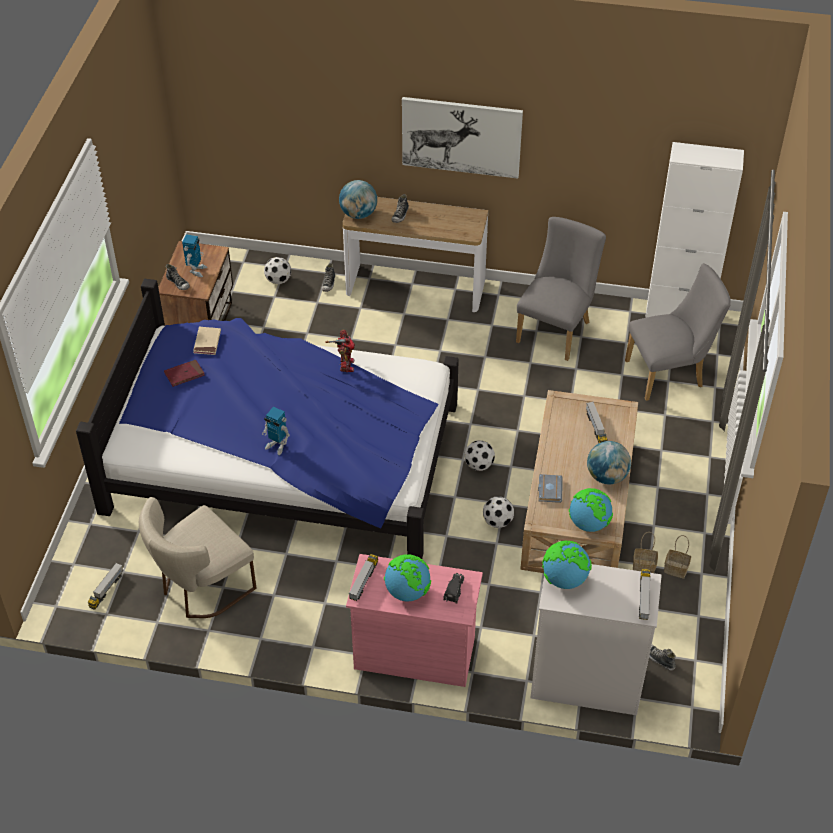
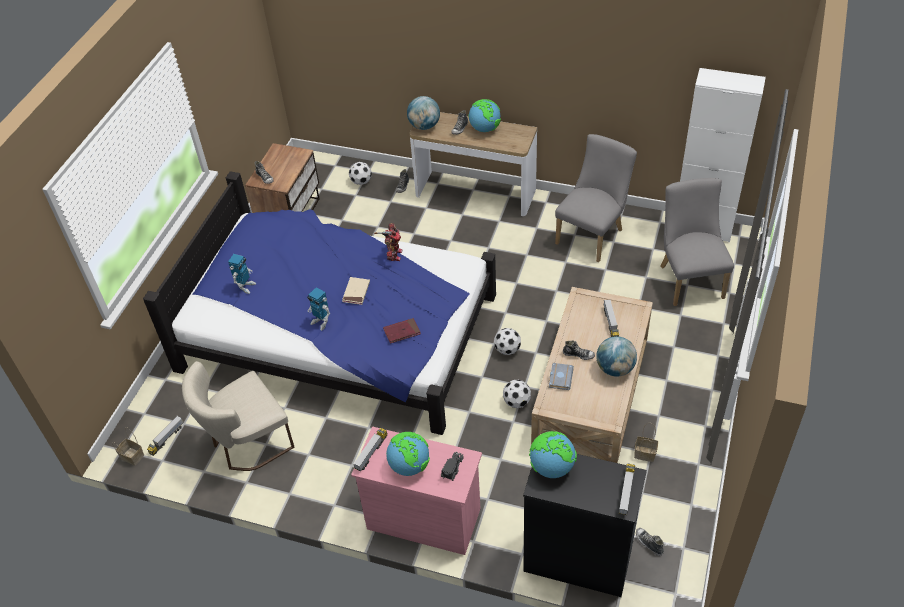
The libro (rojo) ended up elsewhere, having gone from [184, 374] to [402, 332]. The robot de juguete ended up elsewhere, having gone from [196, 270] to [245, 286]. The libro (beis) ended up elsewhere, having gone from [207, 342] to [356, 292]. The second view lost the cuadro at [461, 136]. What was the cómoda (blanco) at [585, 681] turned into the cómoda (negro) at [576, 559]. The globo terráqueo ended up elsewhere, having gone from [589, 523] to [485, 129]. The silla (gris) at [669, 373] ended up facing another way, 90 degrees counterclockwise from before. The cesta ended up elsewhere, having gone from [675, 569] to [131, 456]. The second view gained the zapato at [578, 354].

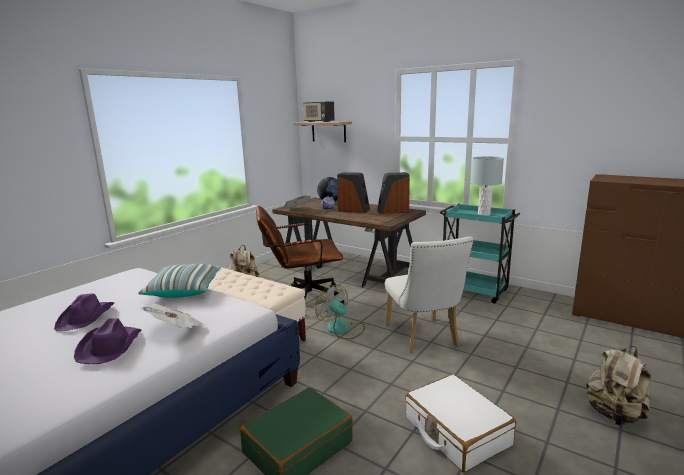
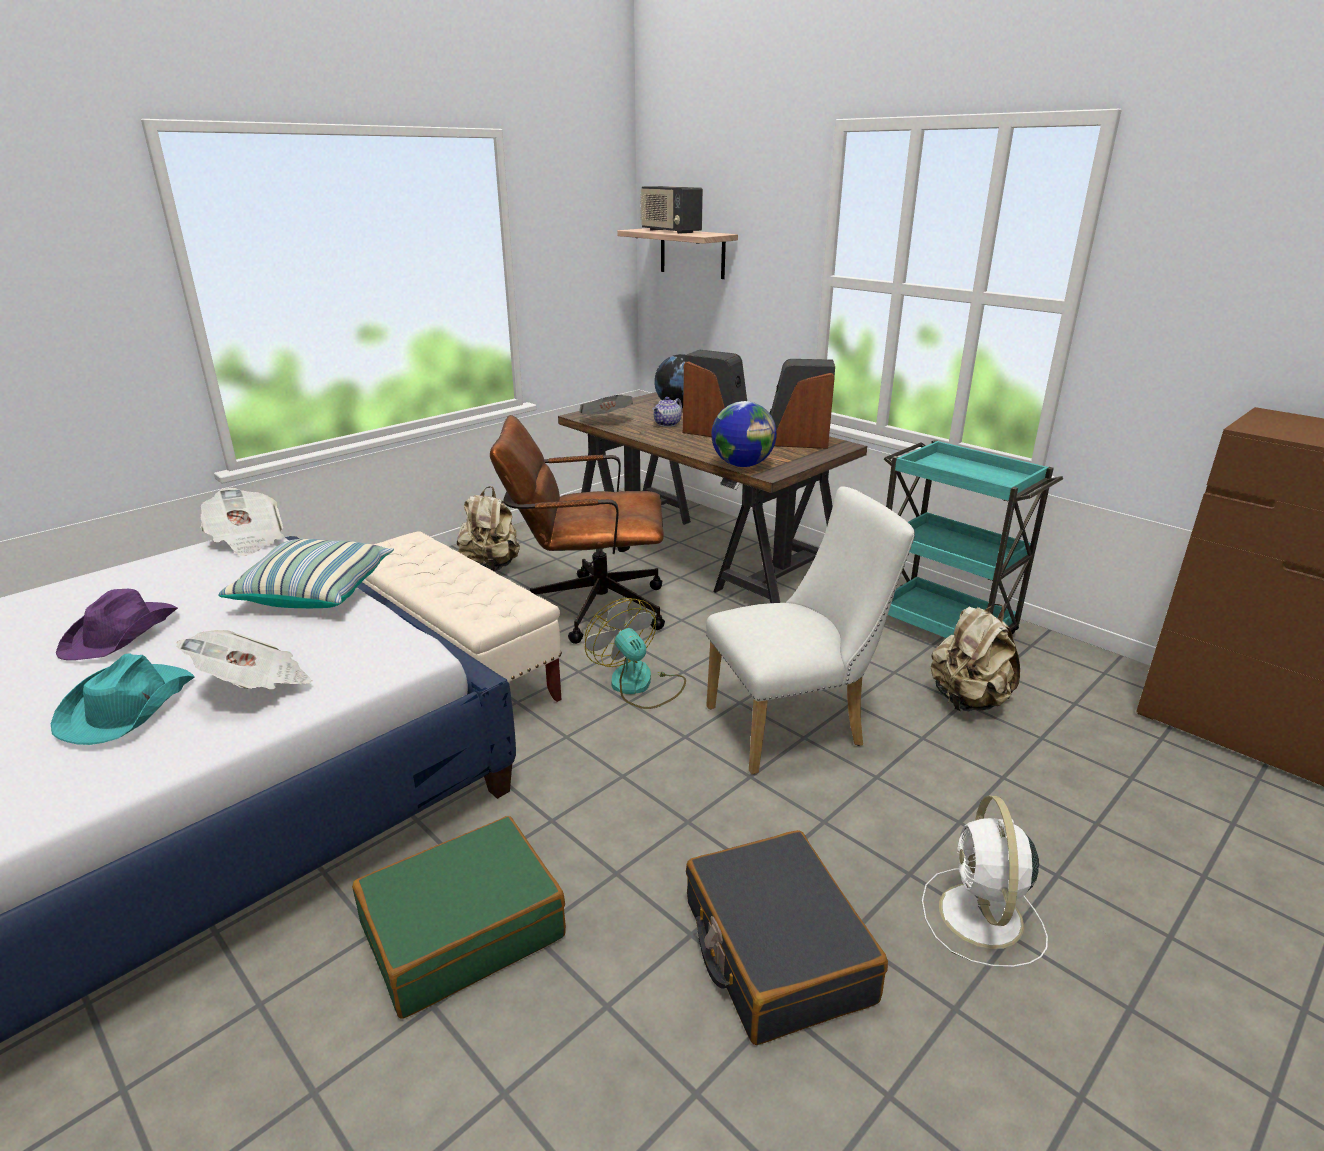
What was the sombrero (morado) at [110, 346] turned into the sombrero (turquesa) at [126, 707]. The silla (blanco) at [424, 337] ended up facing another way, 105 degrees counterclockwise from before. What was the maleta (blanco) at [456, 431] turned into the maleta (negro) at [775, 951]. The second view lost the lámpara de mesa (gris) at [484, 214]. The mochila (beis) ended up elsewhere, having gone from [615, 414] to [968, 700]. The second view gained the periódico at [247, 540]. The second view gained the globo terráqueo at [742, 465]. The second view gained the ventilador (blanco) at [981, 918].

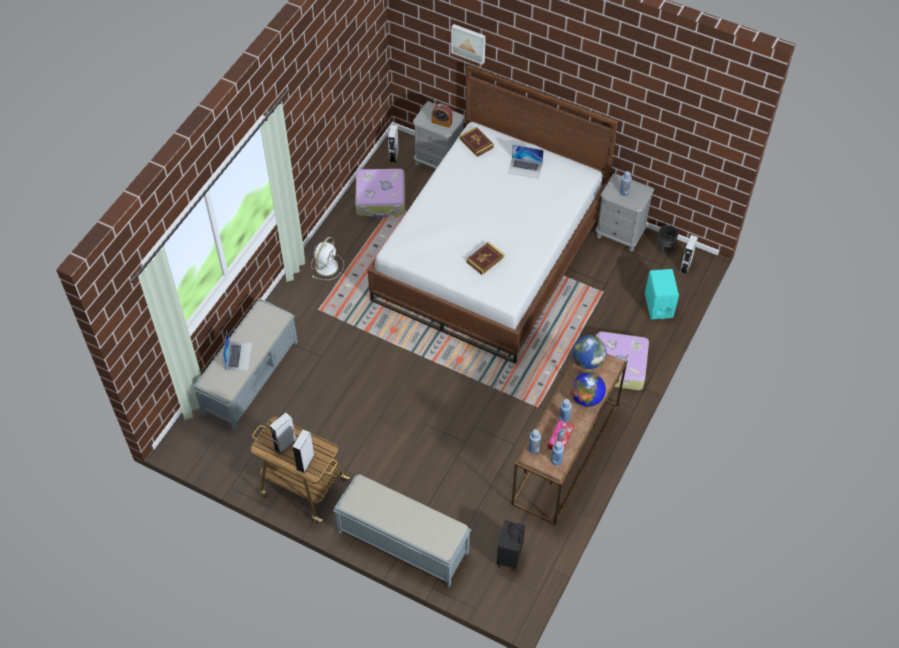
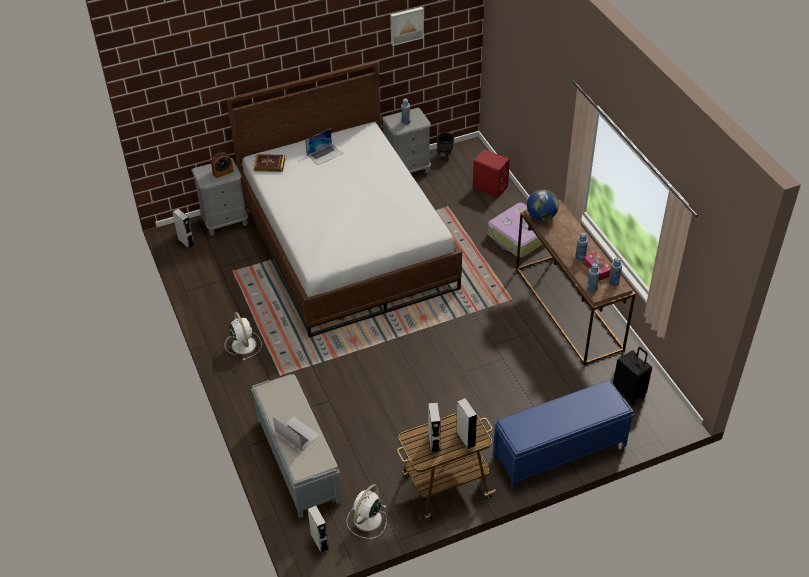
What was the banco (gris) at [402, 542] turned into the banco (azul) at [558, 451]. The second view lost the maleta at [381, 199]. The cuadro ended up elsewhere, having gone from [469, 43] to [406, 25]. The second view lost the libro at [485, 259]. The second view lost the globo terráqueo at [586, 398]. What was the altavoz (turquesa) at [658, 305] turned into the altavoz (rojo) at [489, 187]. The altavoz (gris) ended up elsewhere, having gone from [685, 266] to [320, 542]. The second view gained the ventilador (blanco) at [367, 520].

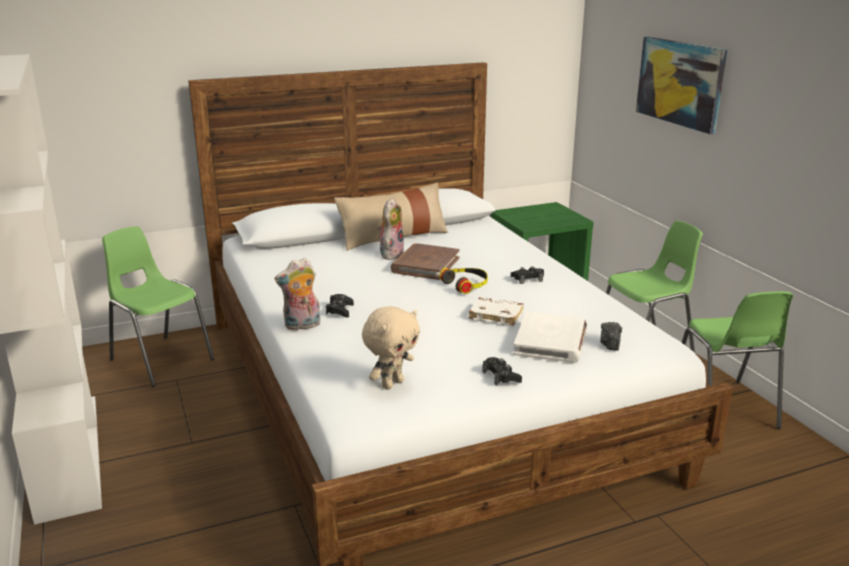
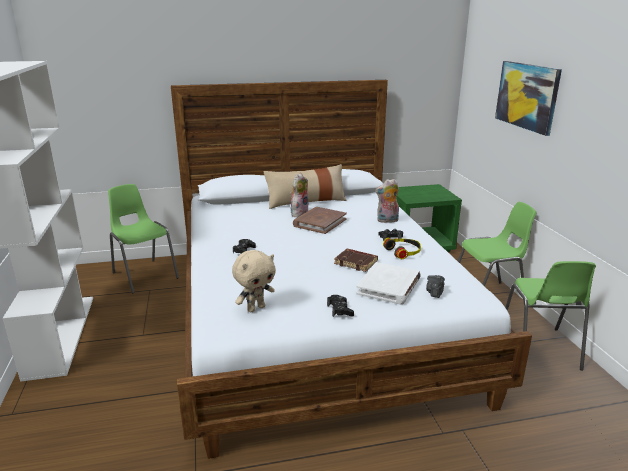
The peluche ended up elsewhere, having gone from [302, 326] to [387, 221]. The auriculares ended up elsewhere, having gone from [466, 284] to [403, 252]. What was the libro (blanco) at [497, 315] turned into the libro (marrón) at [356, 262].

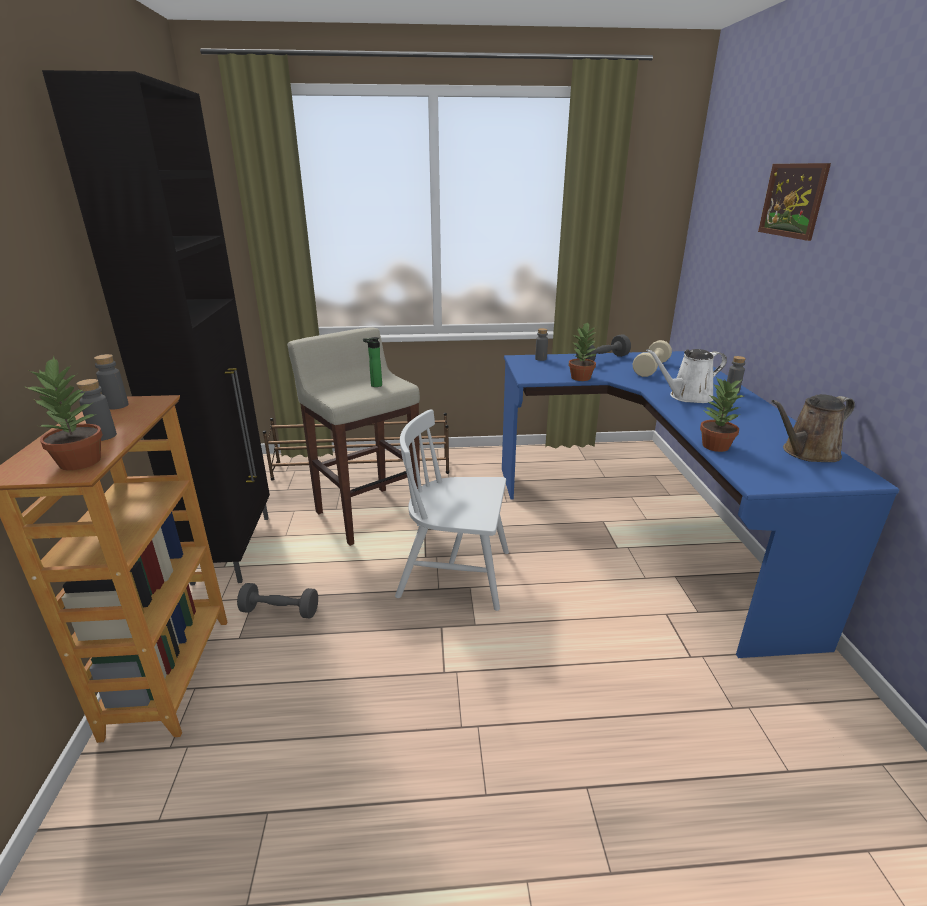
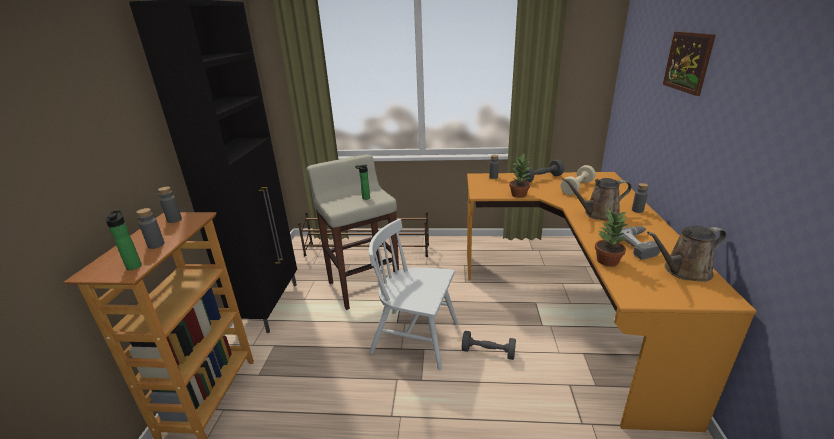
Where the planta en maceta stood at [81, 461], the botella came to stand at [134, 265]. The mancuerna (gris) ended up elsewhere, having gone from [280, 611] to [488, 352]. What was the escritorio (azul) at [646, 524] turned into the escritorio (naranja) at [569, 307]. What was the regadera (blanco) at [687, 397] turned into the regadera (marrón) at [598, 214]. The second view gained the taladro at [638, 245].

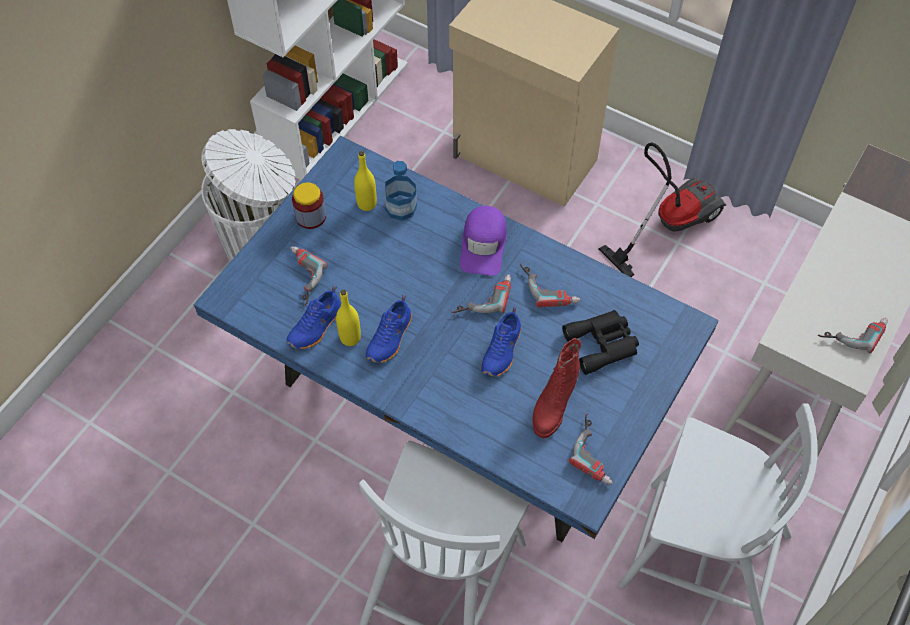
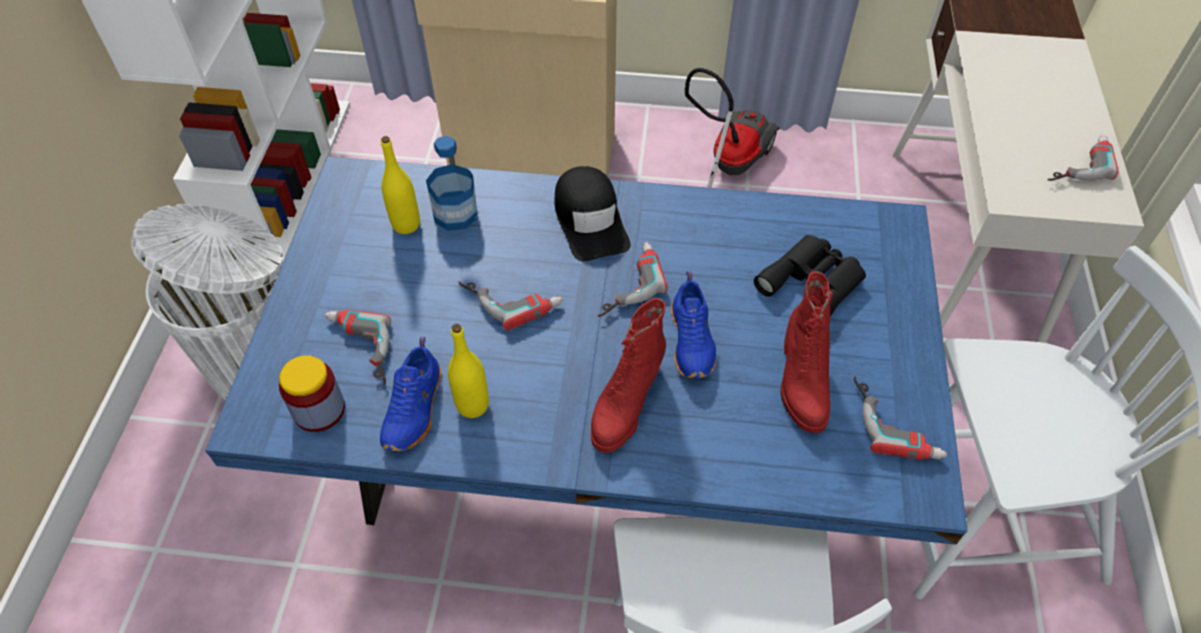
The tarro ended up elsewhere, having gone from [311, 216] to [319, 409]. The second view lost the zapato (azul) at [390, 338]. What was the gorra (morado) at [483, 245] turned into the gorra (negro) at [590, 220]. The taladro ended up elsewhere, having gone from [549, 286] to [512, 297]. The second view gained the bota (rojo) at [625, 404].

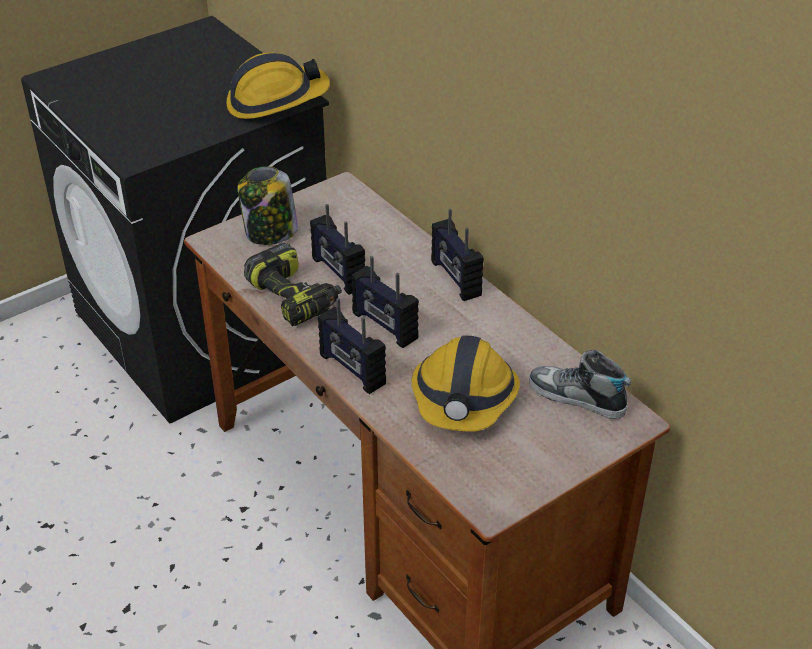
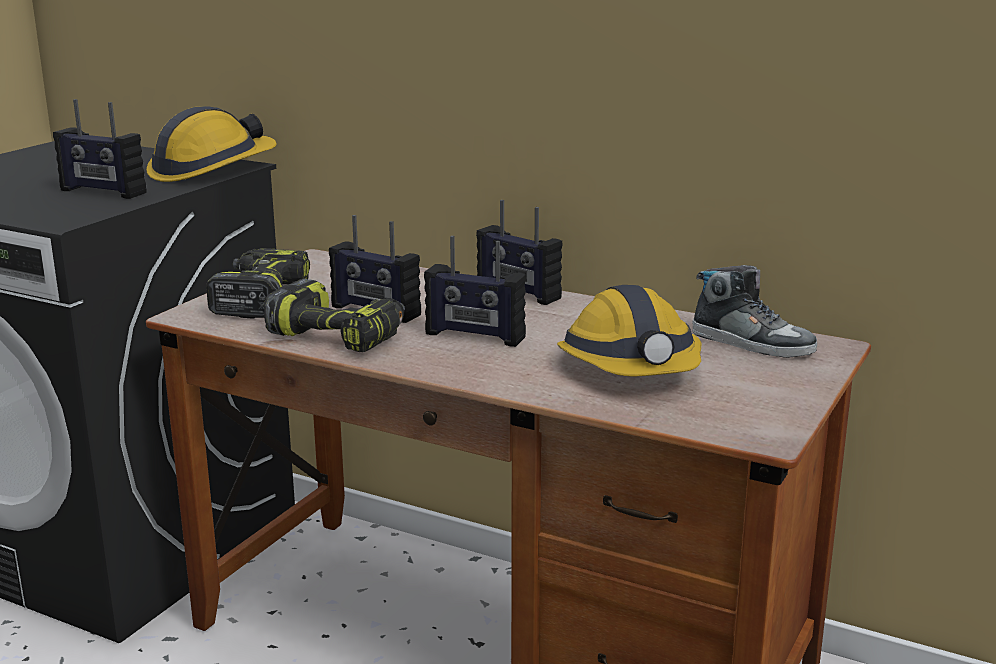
Where the tarro stood at [270, 233], the taladro came to stand at [259, 298]. The radio ended up elsewhere, having gone from [351, 370] to [102, 192]. The zapato at [577, 397] ended up facing another way, 150 degrees counterclockwise from before.

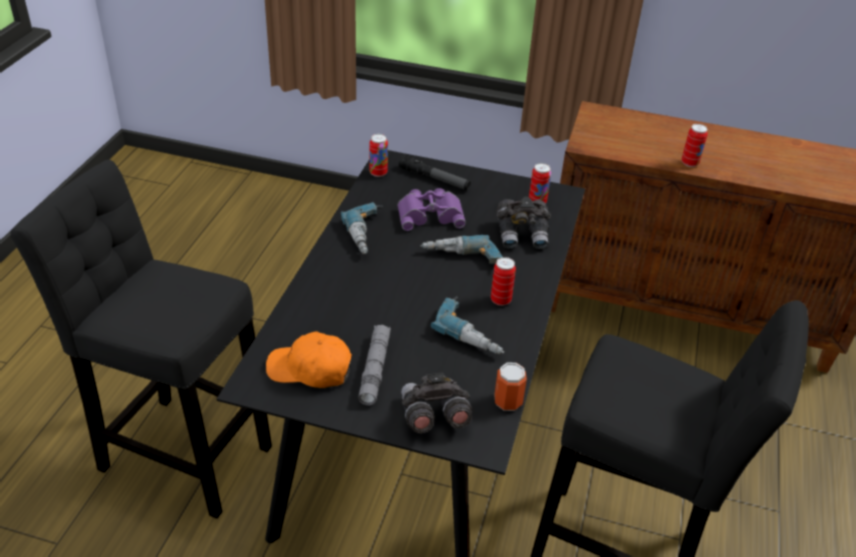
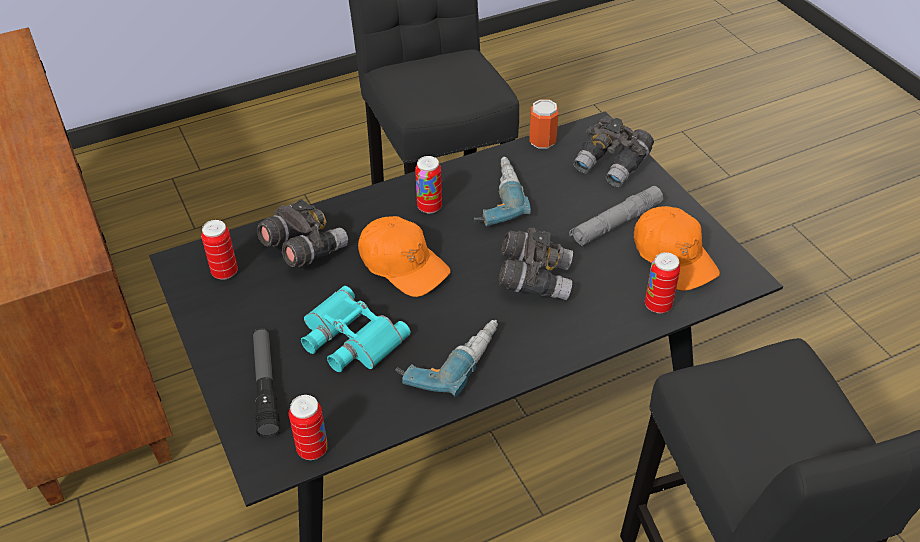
What was the prismáticos (morado) at [430, 214] turned into the prismáticos (turquesa) at [349, 338]. Where the taladro stood at [461, 260], the gorra (naranja) came to stand at [403, 265]. The lata ended up elsewhere, having gone from [689, 163] to [658, 305]. The second view gained the prismáticos (gris) at [534, 279].

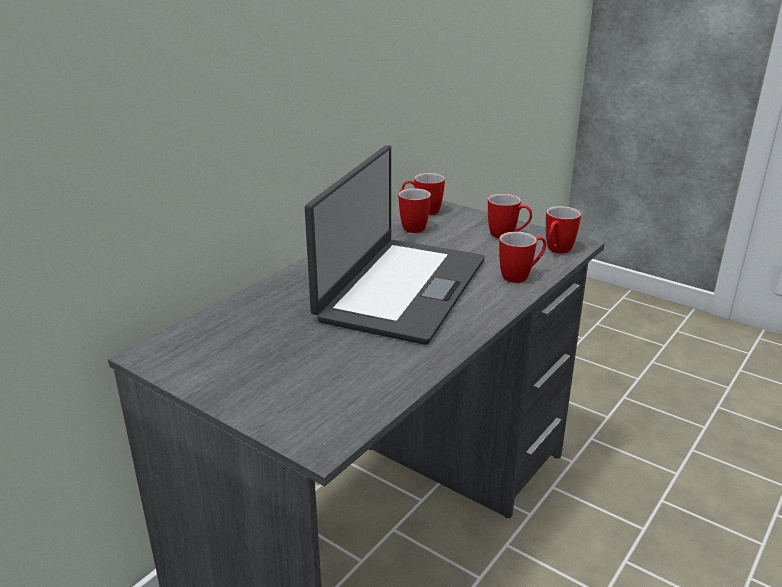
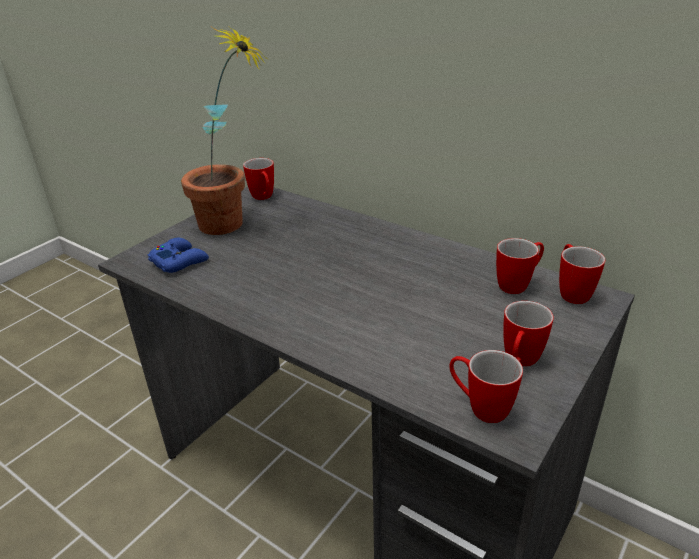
The second view lost the portátil at [401, 288]. The taza grande ended up elsewhere, having gone from [521, 276] to [264, 198]. The second view gained the mando de consola (azul) at [179, 261]. The second view gained the planta en maceta at [234, 225].

